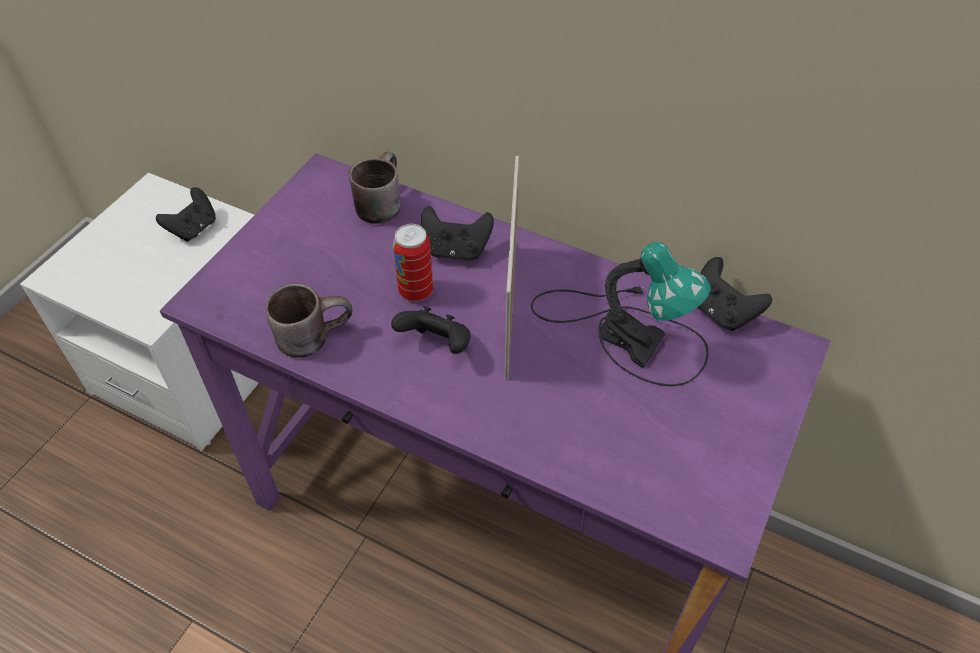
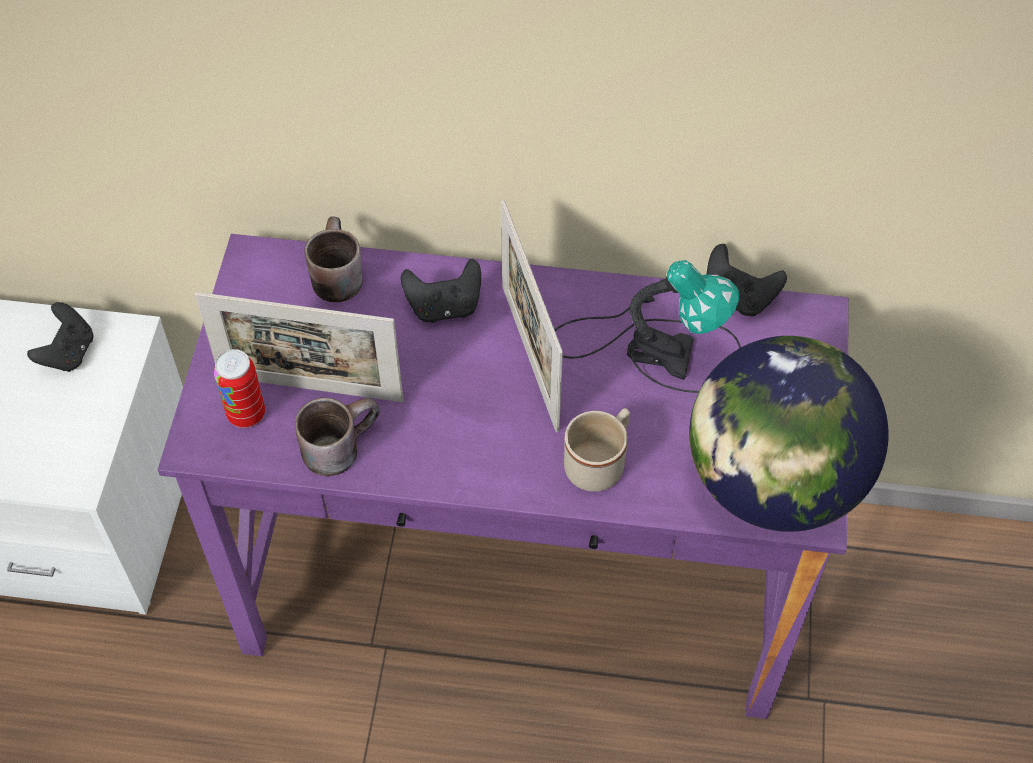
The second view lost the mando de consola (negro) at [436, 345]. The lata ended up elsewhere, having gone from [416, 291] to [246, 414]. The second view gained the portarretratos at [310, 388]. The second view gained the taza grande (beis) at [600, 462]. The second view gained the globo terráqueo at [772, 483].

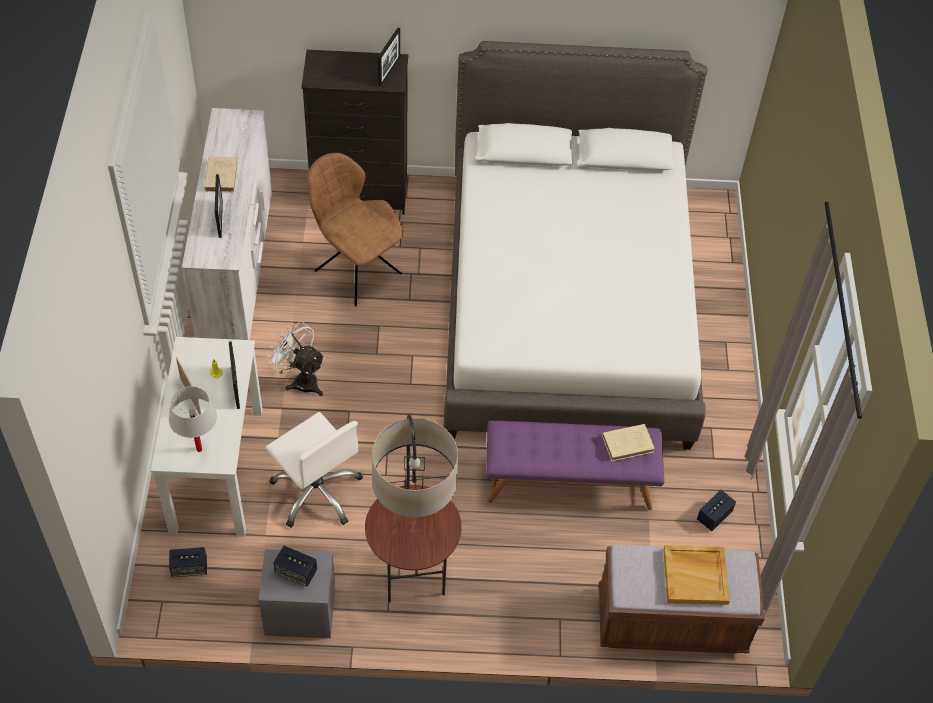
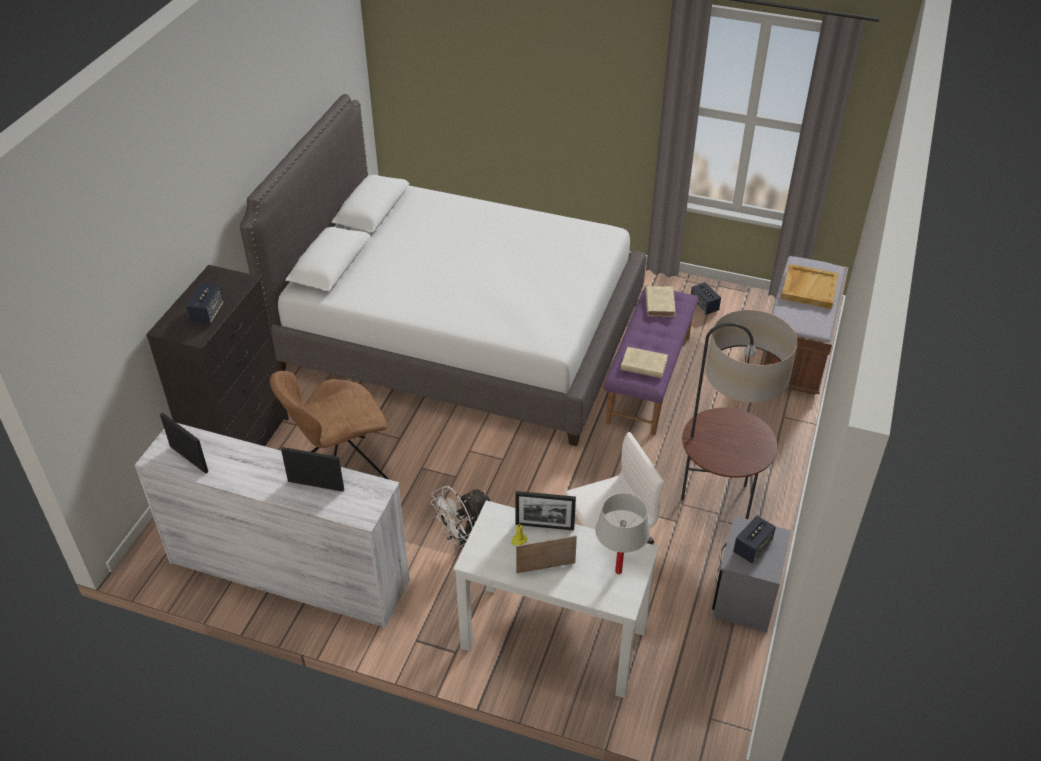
The altavoz ended up elsewhere, having gone from [189, 568] to [207, 314]. The libro (beis) ended up elsewhere, having gone from [221, 175] to [642, 364]. The portarretratos ended up elsewhere, having gone from [389, 71] to [189, 459].

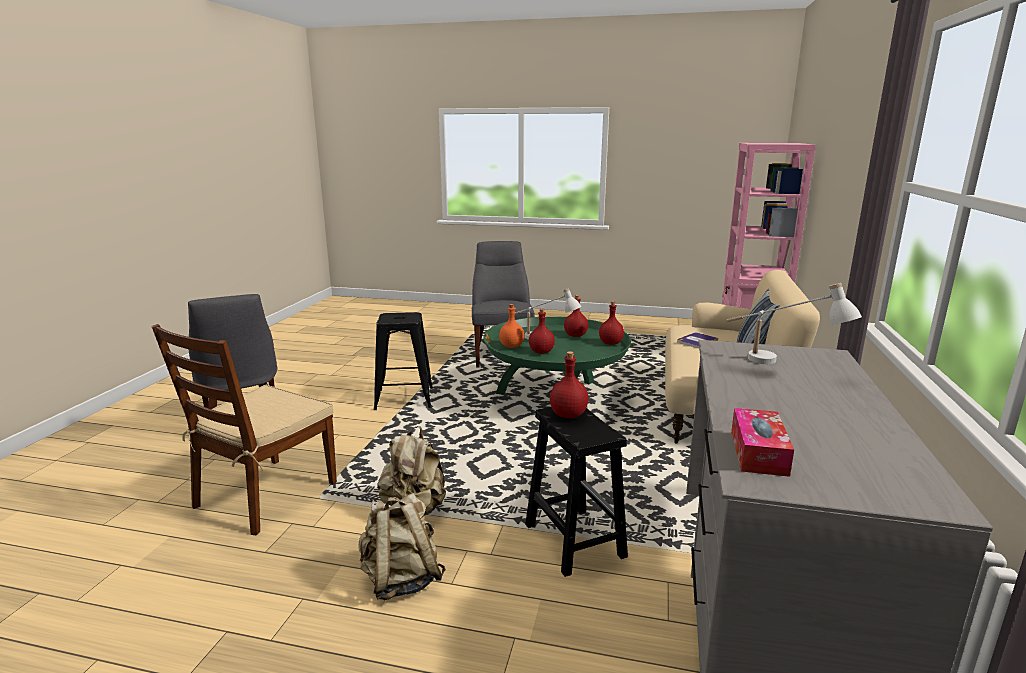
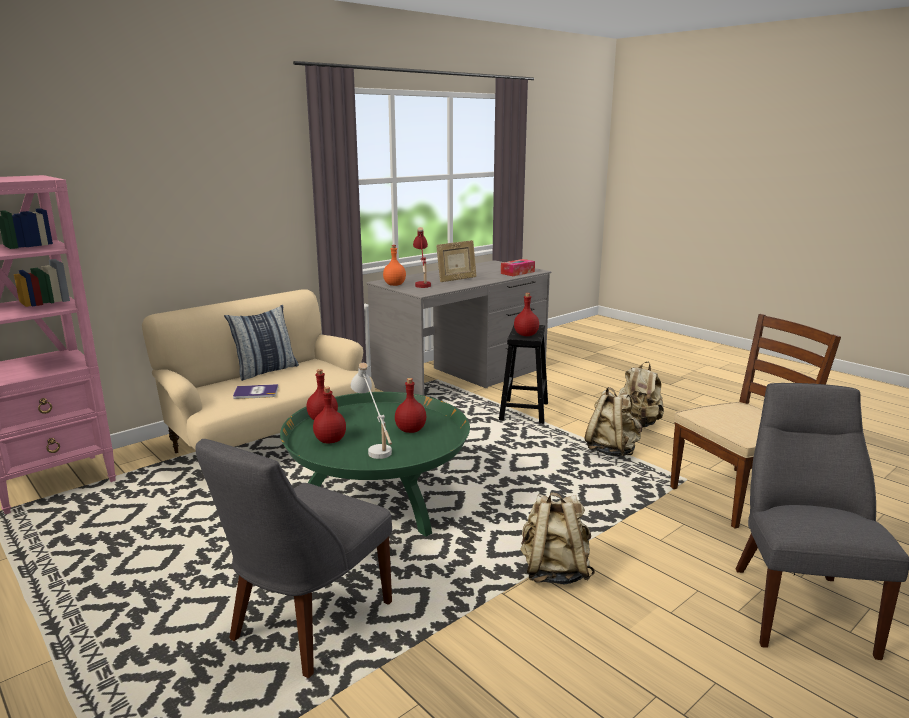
Where the taburete (negro) stood at [403, 399], the mochila (beis) came to stand at [554, 571]. The botella (naranja) ended up elsewhere, having gone from [511, 346] to [394, 285]. What was the lámpara de mesa (blanco) at [781, 365] turned into the lámpara de mesa (rojo) at [422, 283]. The second view gained the portarretratos at [456, 279].

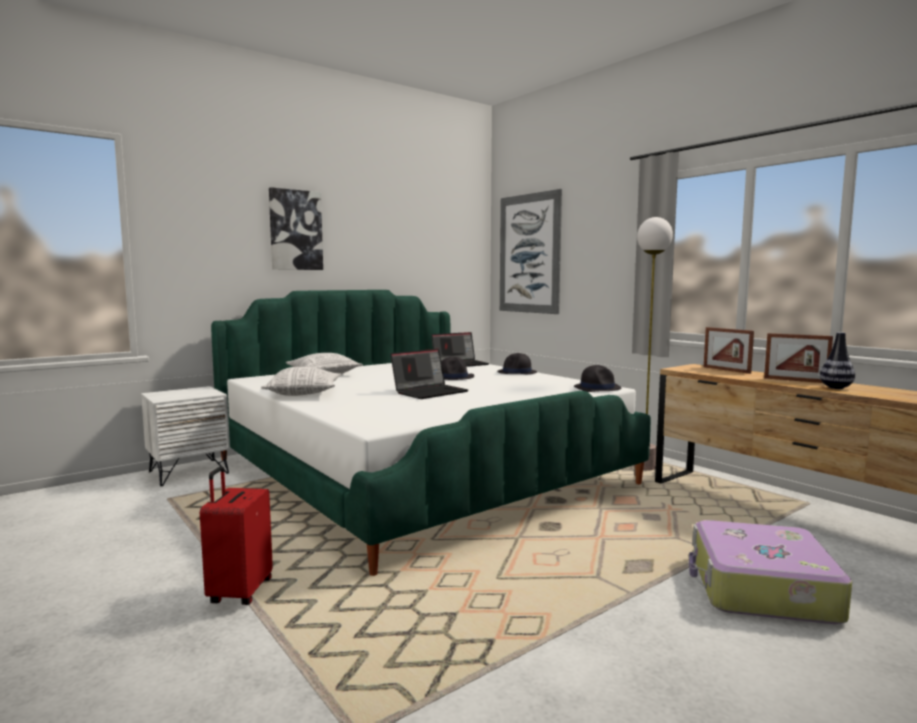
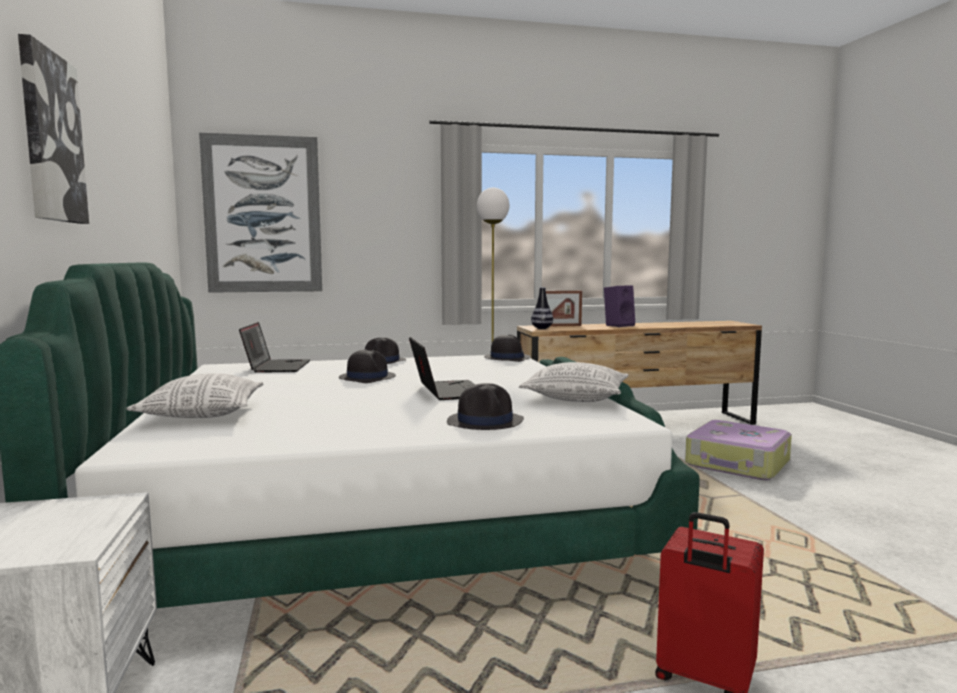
The cojín ended up elsewhere, having gone from [303, 393] to [576, 398]. Where the portarretratos stood at [795, 380], the altavoz (morado) came to stand at [618, 325]. The florero ended up elsewhere, having gone from [836, 388] to [542, 328]. The second view gained the sombrero (negro) at [485, 422].

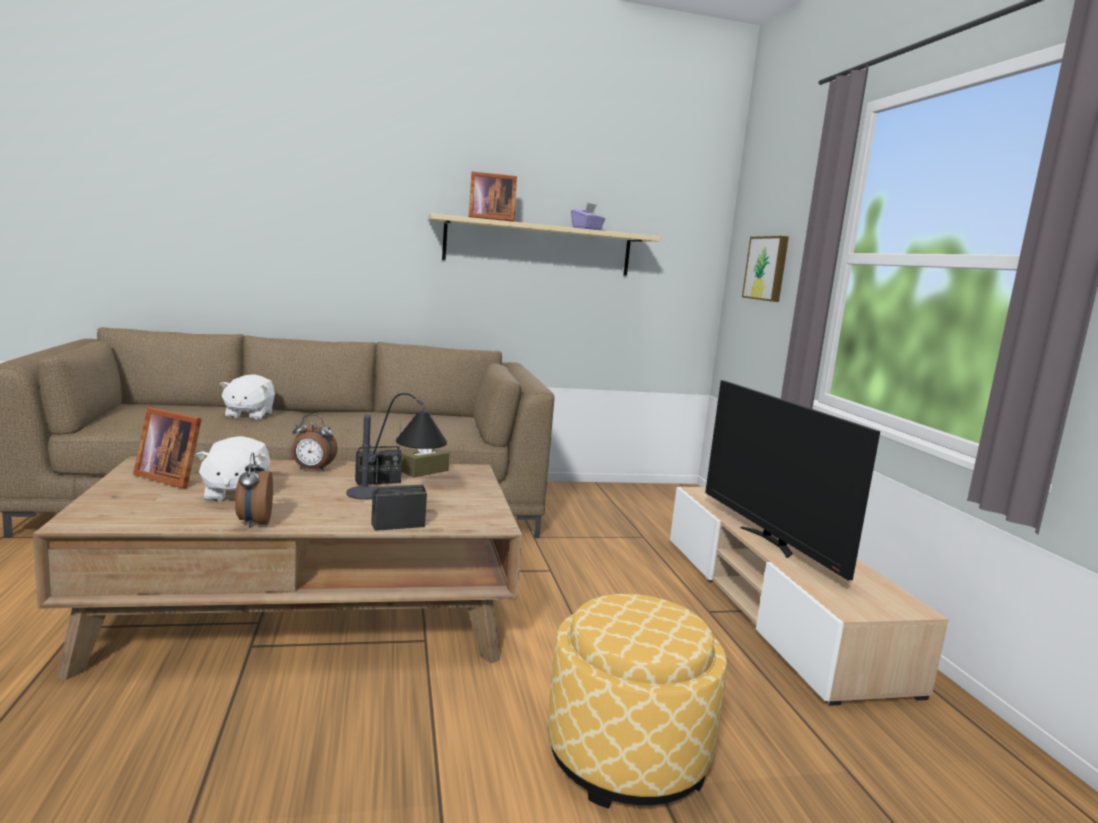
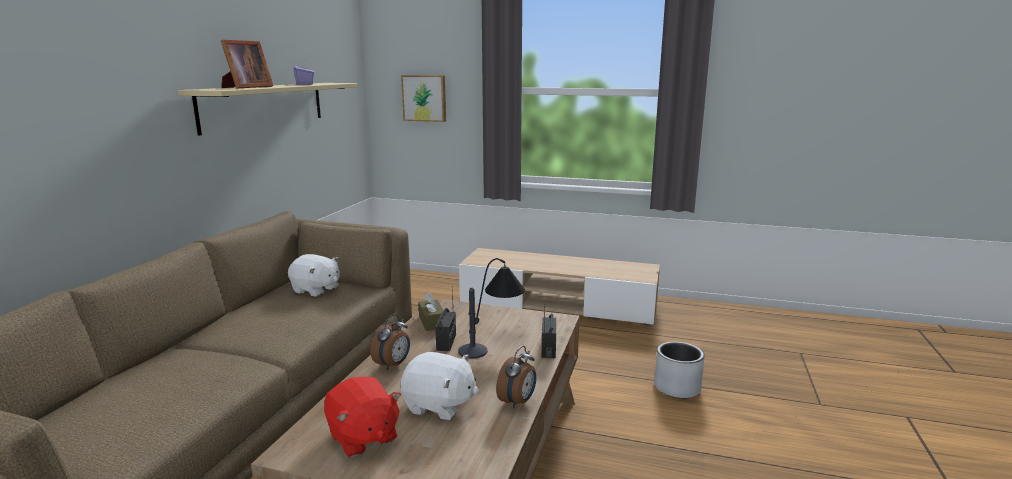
Where the portarretratos stood at [170, 477], the peluche (rojo) came to stand at [362, 437]. The peluche (blanco) ended up elsewhere, having gone from [248, 415] to [316, 290]. The despertador at [253, 523] ended up facing another way, 75 degrees counterclockwise from before. Where the puf stood at [627, 756], the maceta (gris) came to stand at [677, 387]. The second view lost the televisor at [770, 542].

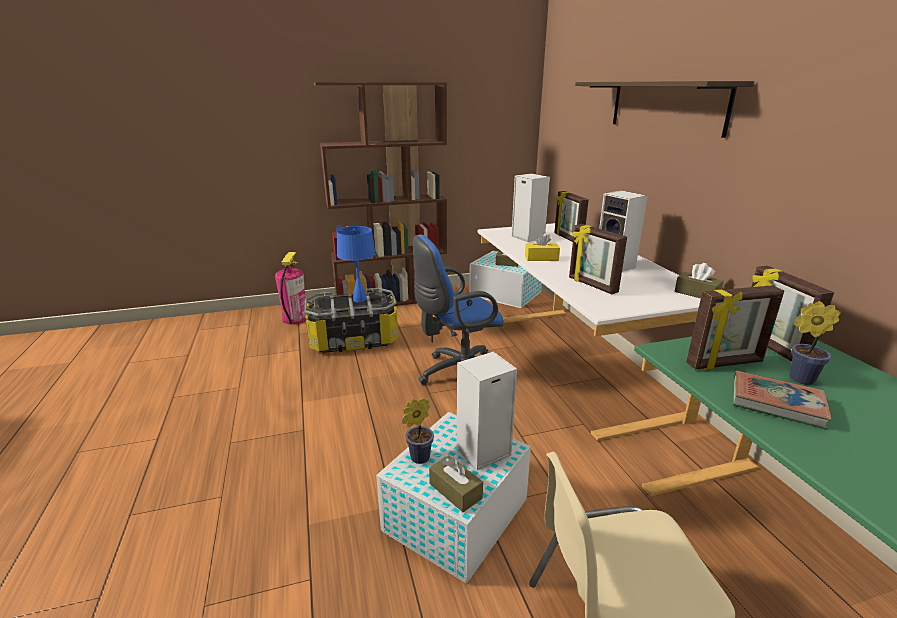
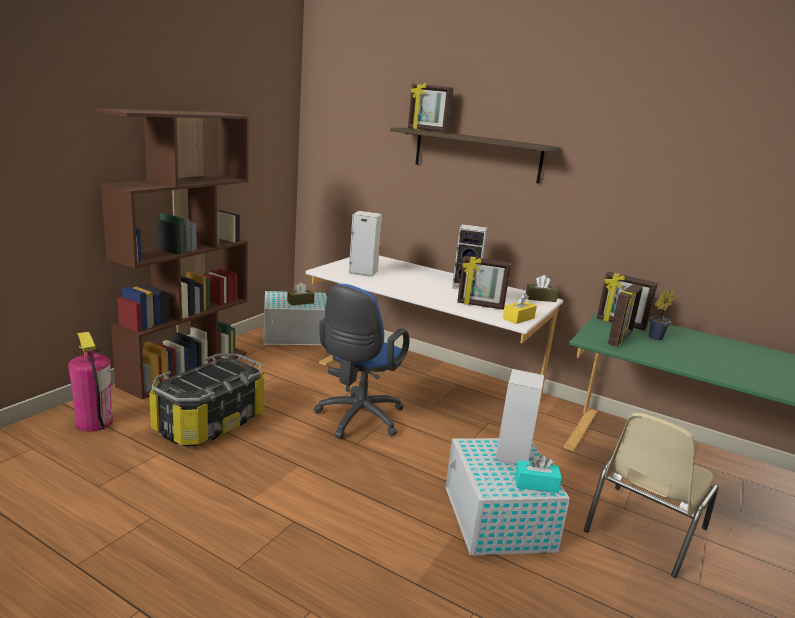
The second view lost the lámpara de mesa (azul) at [360, 299]. The second view lost the planta en maceta at [417, 458]. What was the caja de pañuelos (marrón) at [455, 491] turned into the caja de pañuelos (turquesa) at [536, 484]. The caja de pañuelos (amarillo) ended up elsewhere, having gone from [541, 258] to [518, 318]. The portarretratos ended up elsewhere, having gone from [567, 238] to [427, 130]. The second view lost the libro at [776, 403].

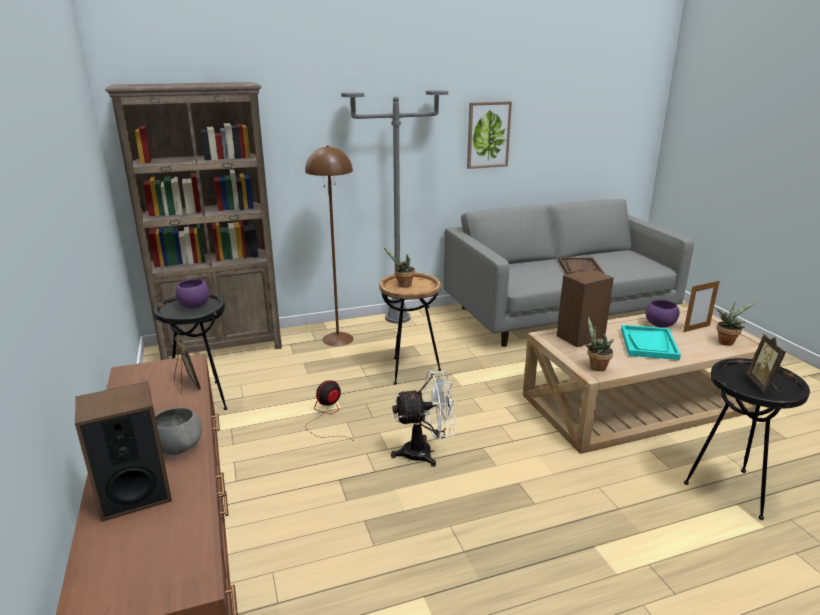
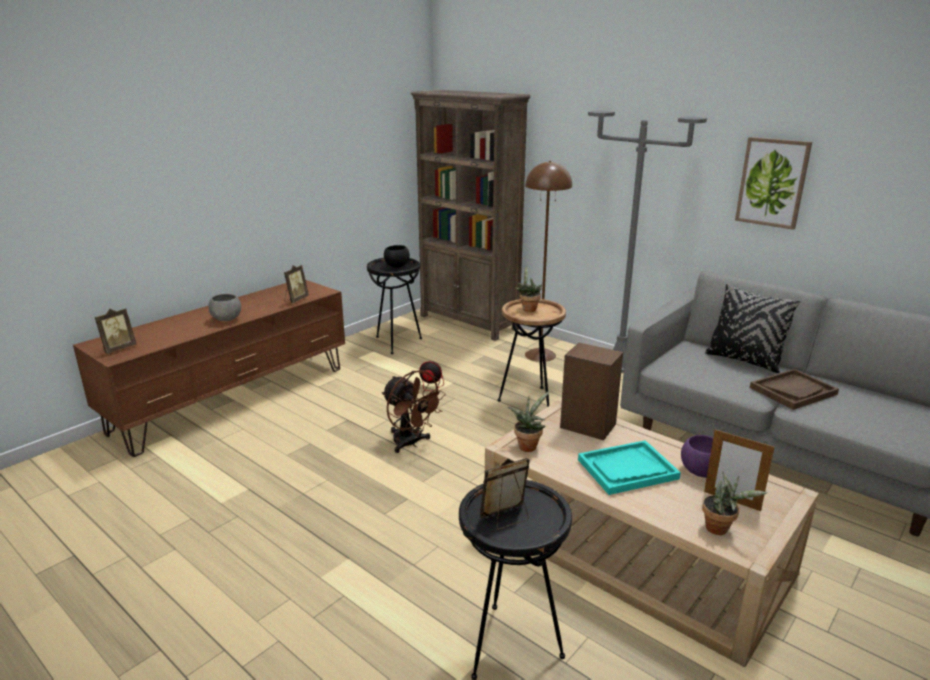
The second view lost the altavoz at [135, 495]. What was the cuenco (morado) at [193, 306] turned into the cuenco (negro) at [396, 266]. What was the ventilador (blanco) at [425, 452] turned into the ventilador (marrón) at [410, 443]. The second view gained the portarretratos at [118, 349]. The second view gained the cojín (negro) at [744, 360].

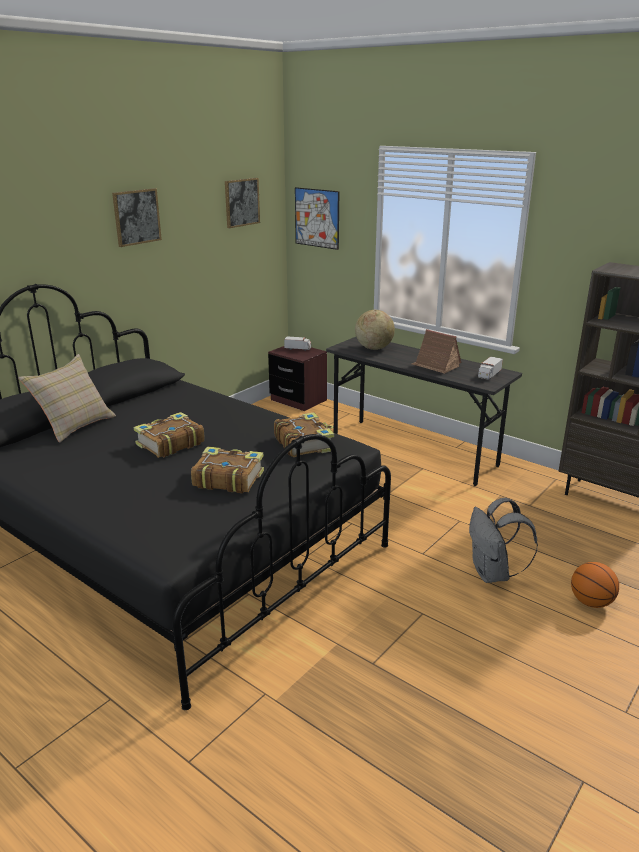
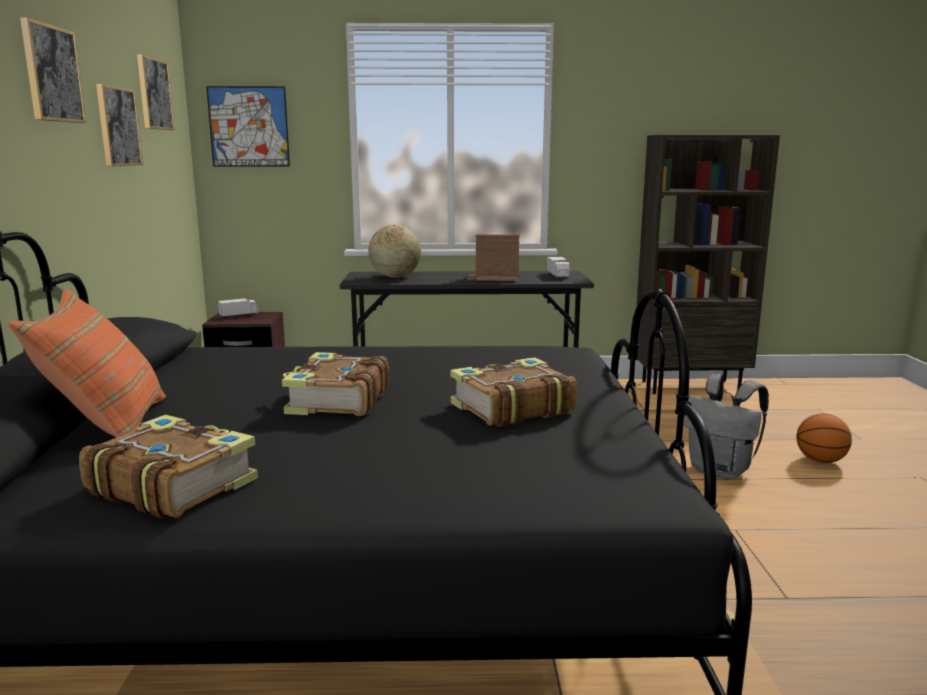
What was the cojín (beis) at [74, 425] turned into the cojín (naranja) at [106, 425]. The libro ended up elsewhere, having gone from [304, 443] to [172, 485]. The second view gained the cuadro at [118, 126].

